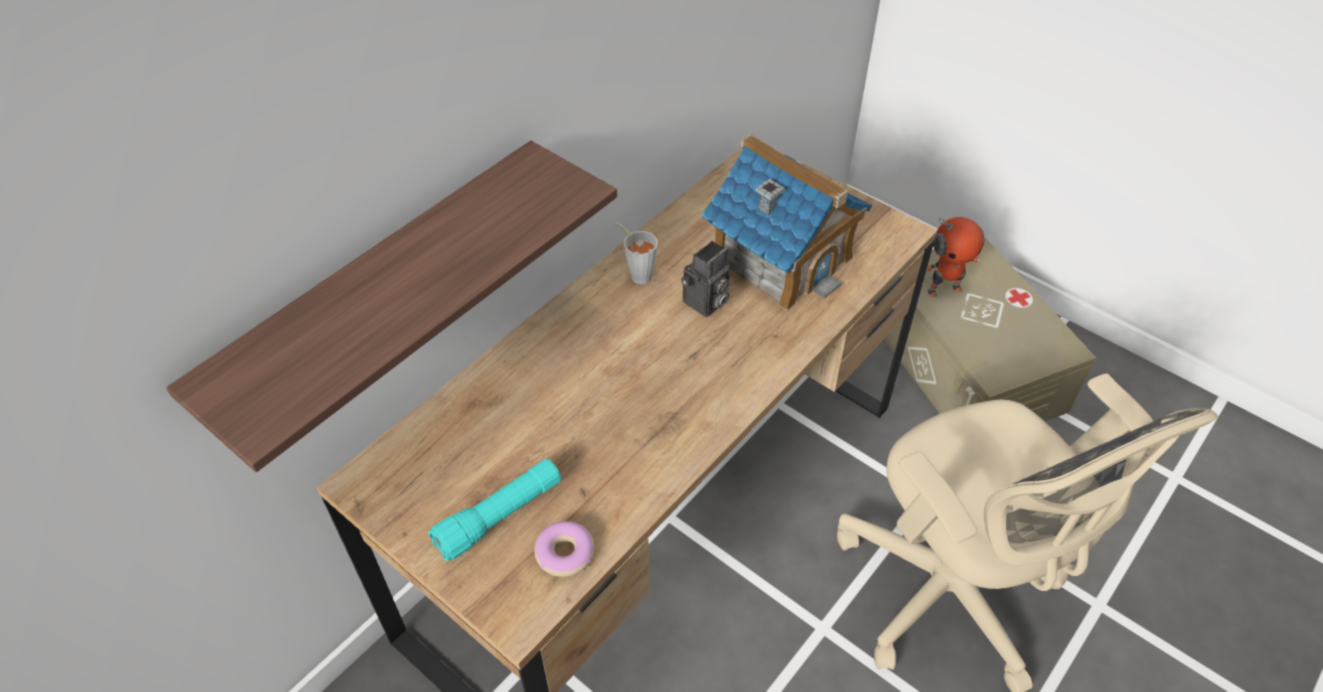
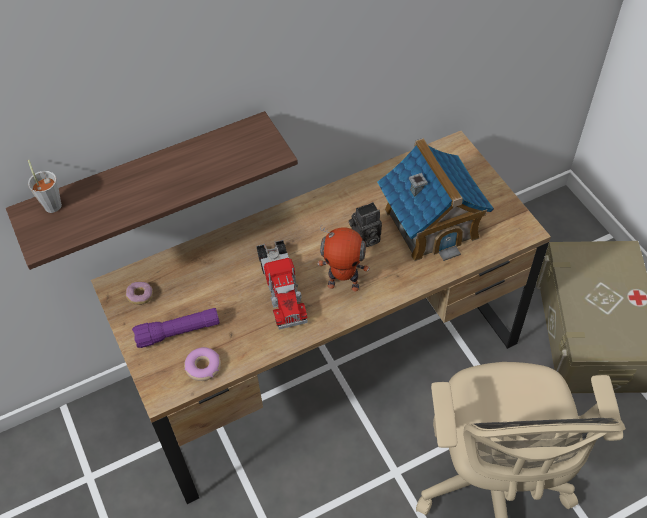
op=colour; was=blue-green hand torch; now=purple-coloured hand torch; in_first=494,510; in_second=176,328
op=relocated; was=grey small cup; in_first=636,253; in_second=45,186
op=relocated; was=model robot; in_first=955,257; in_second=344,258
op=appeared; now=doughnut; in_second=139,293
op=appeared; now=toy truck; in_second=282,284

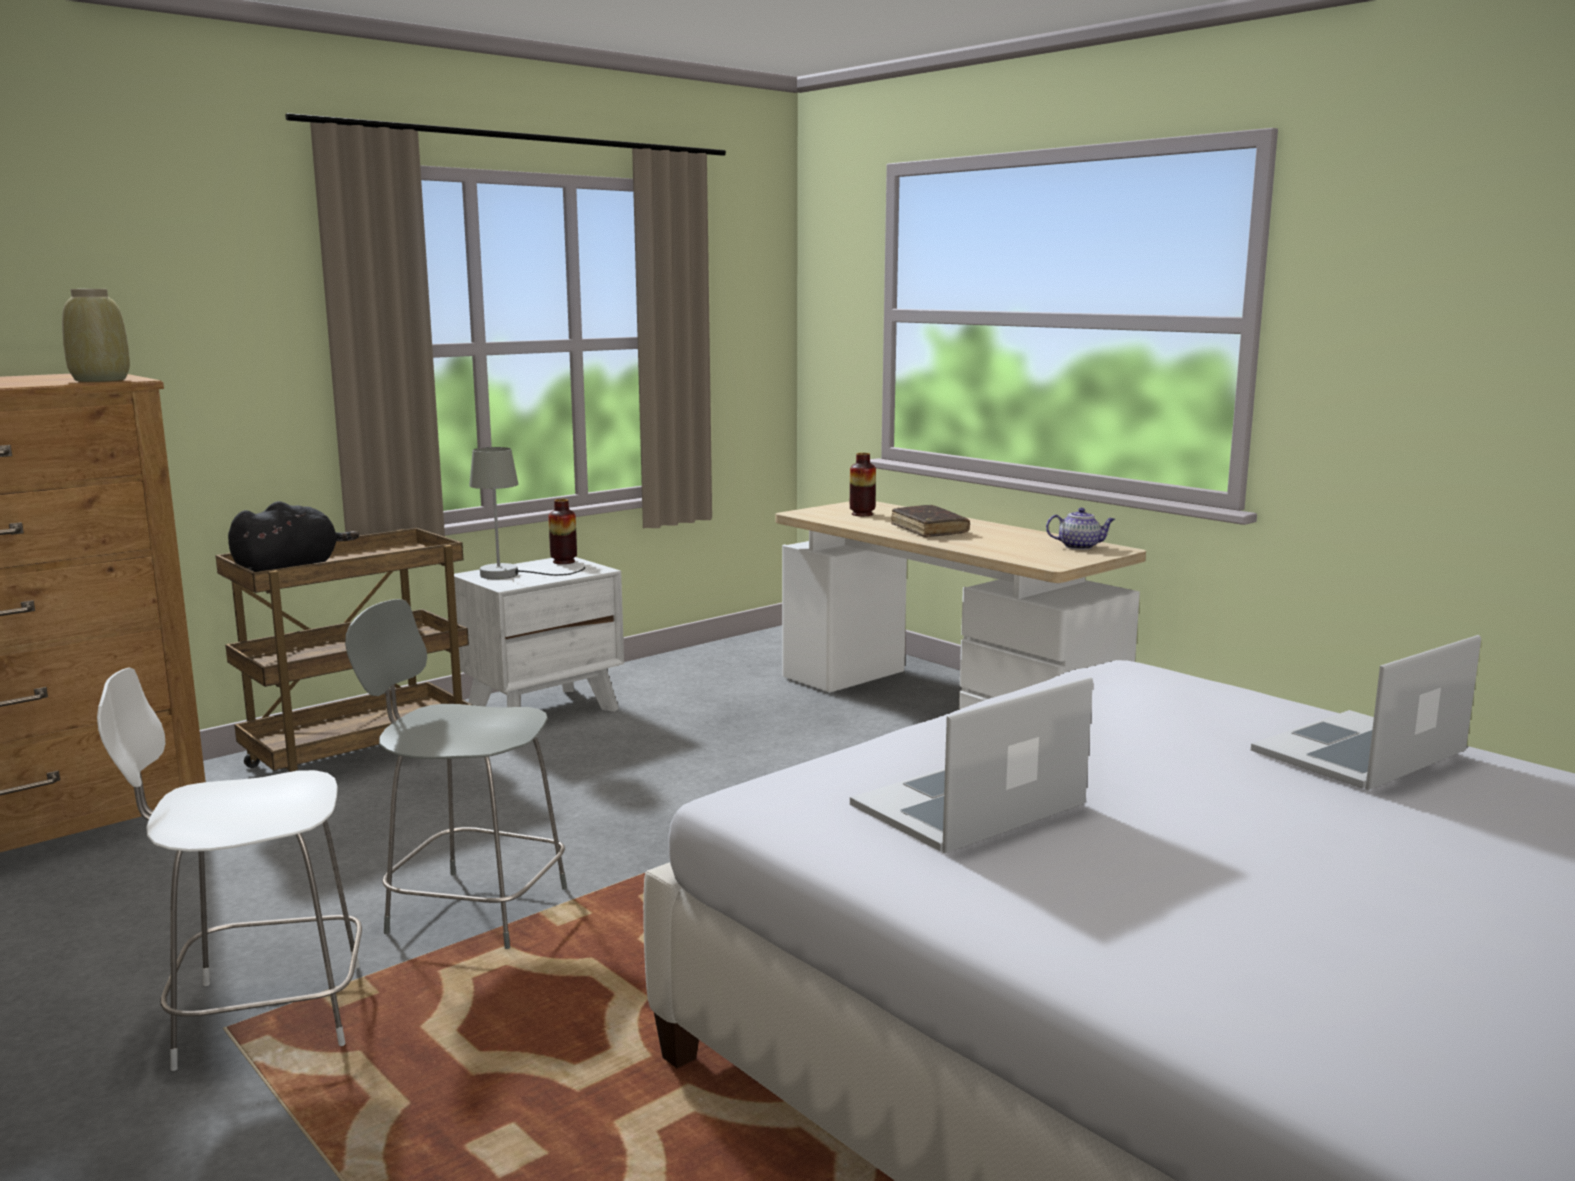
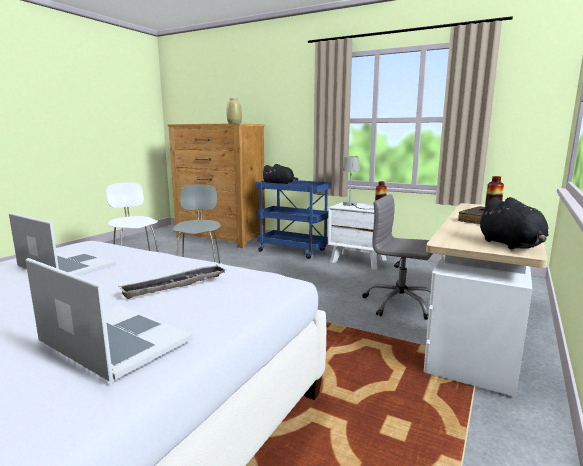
op=colour; was=brownish trolley; now=blue trolley; in_first=344,650; in_second=293,219
op=exchanged; was=tea pot; now=black plush toy; in_first=1080,529; in_second=513,223
op=appeared; now=carrying tray; in_second=172,282
op=appeared; now=grey office chair; in_second=397,257

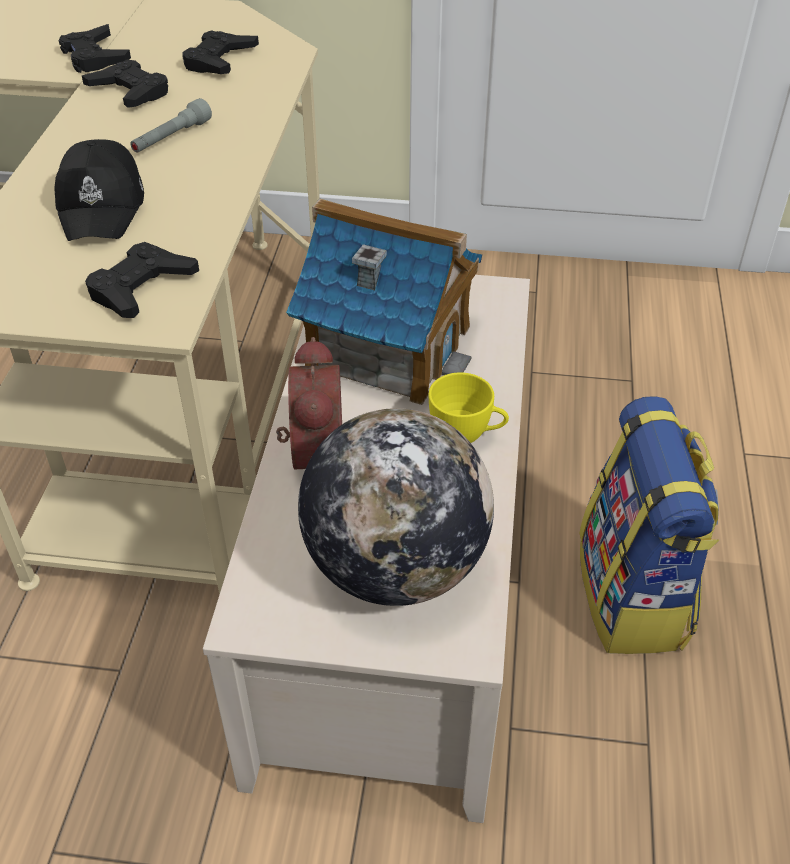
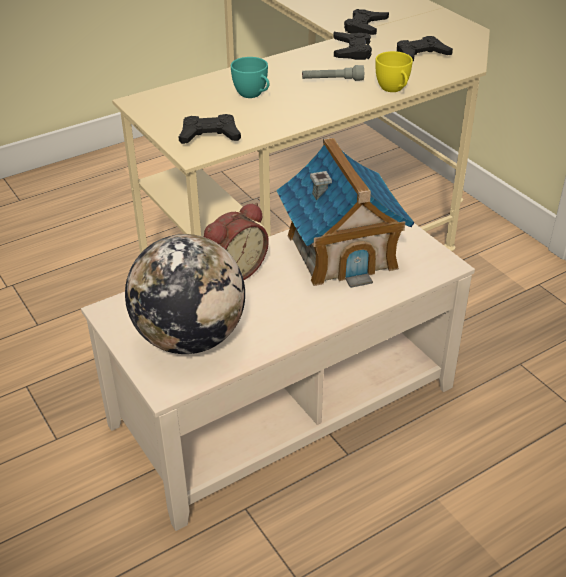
op=exchanged; was=black peaked cap; now=blue-green small cup; in_first=99,190; in_second=250,77
op=relocated; was=yellowish small cup; in_first=469,407; in_second=394,71
op=missing; was=knapsack; in_first=649,525

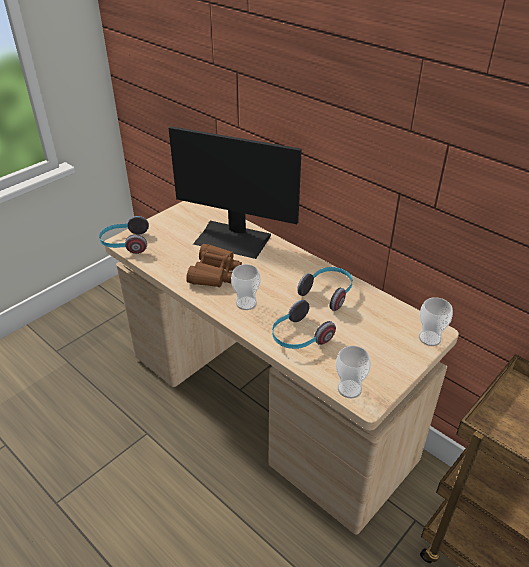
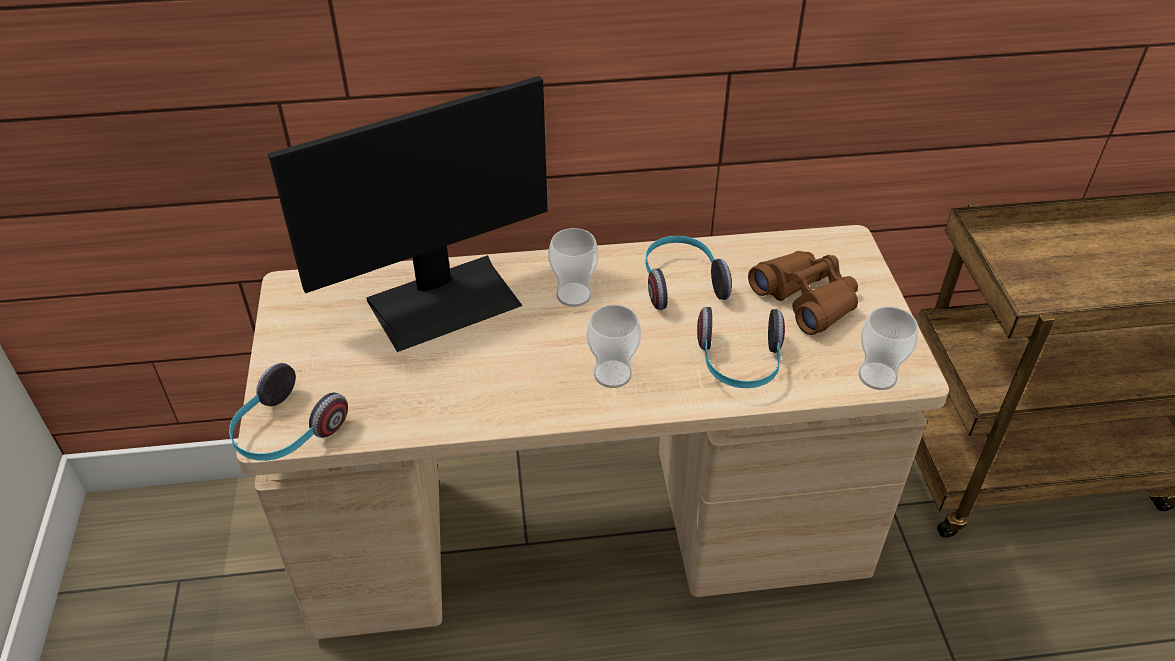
op=relocated; was=brownish pair of binoculars; in_first=214,265; in_second=803,293
op=relocated; was=small cup; in_first=436,321; in_second=573,267

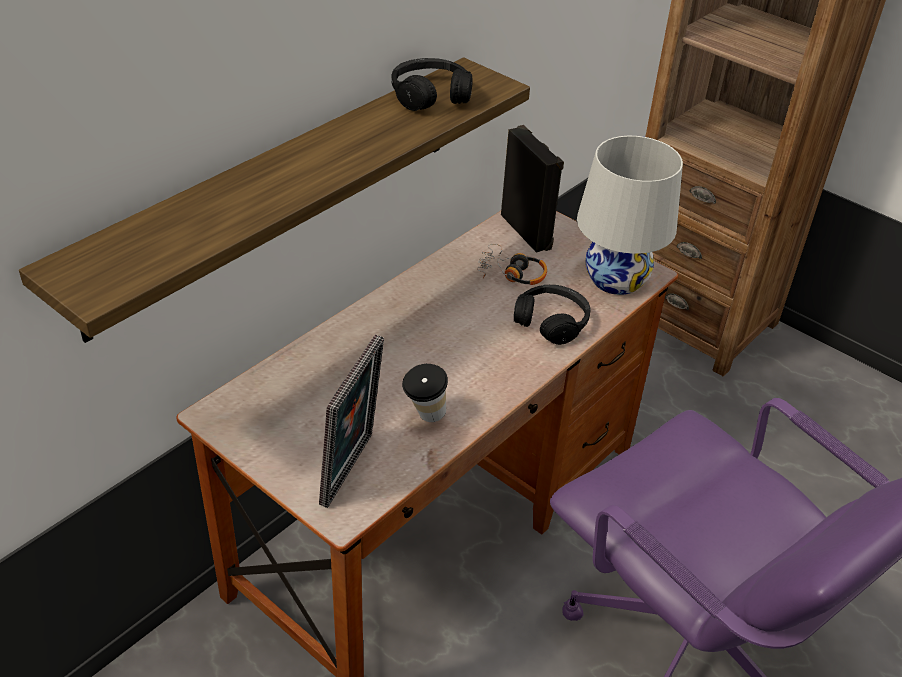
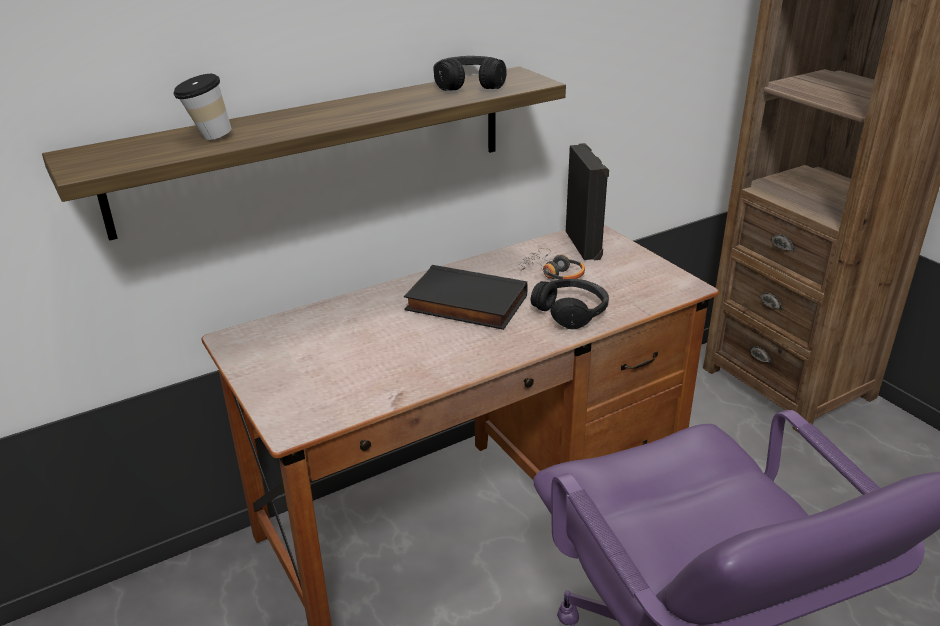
op=missing; was=photo frame; in_first=351,421
op=relocated; was=small cup; in_first=425,393; in_second=202,107
op=missing; was=white-coloured table lamp; in_first=630,215
op=appeared; now=black volume; in_second=466,297

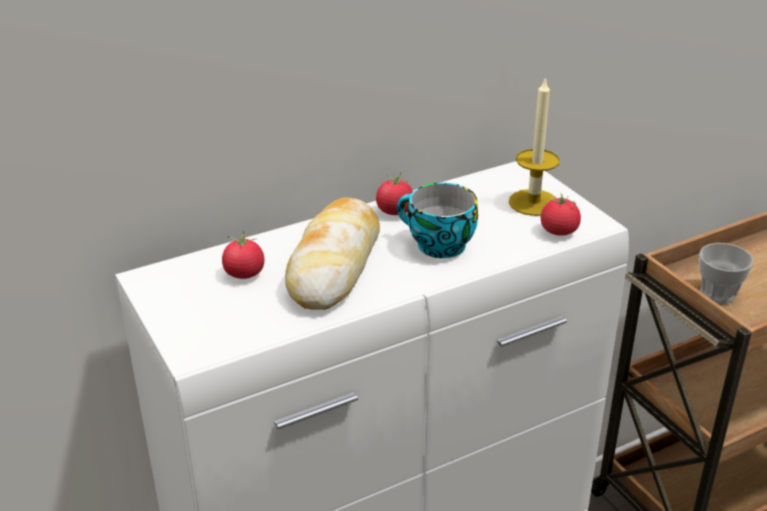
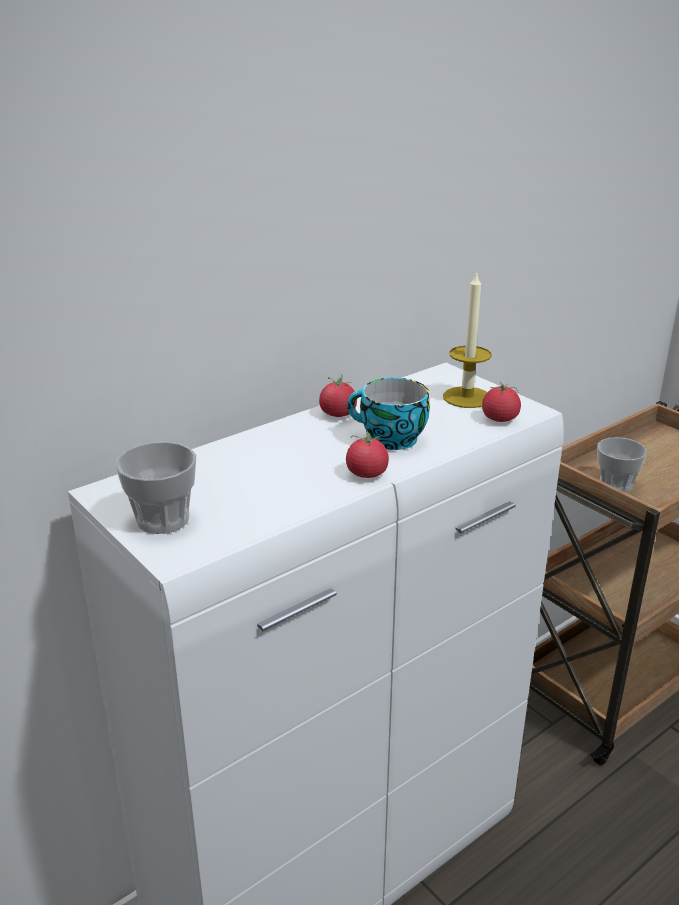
op=relocated; was=fresh tomato; in_first=243,255; in_second=367,454
op=missing; was=baked bread; in_first=332,254
op=appeared; now=small cup; in_second=155,488

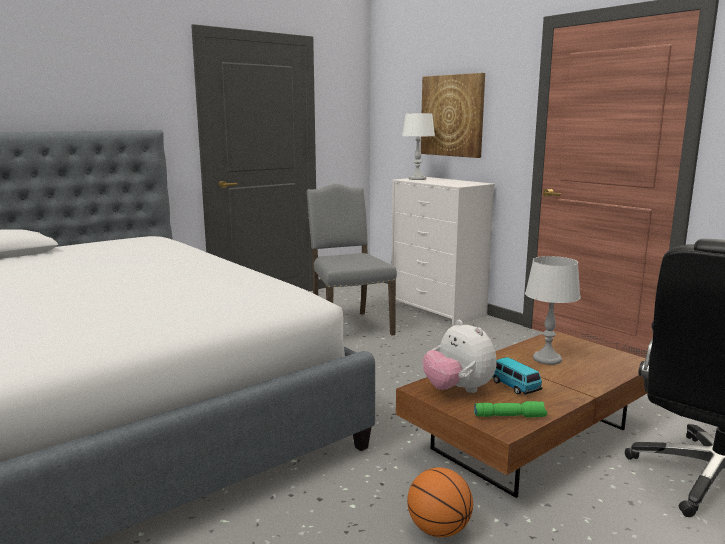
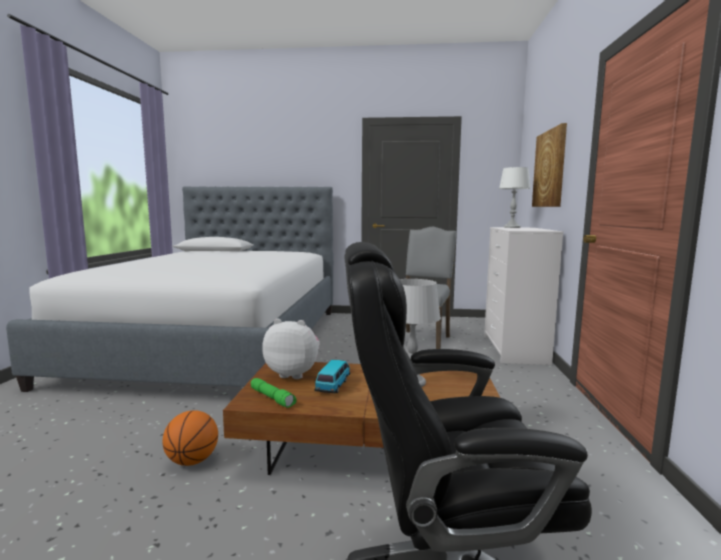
op=spun; was=plush toy; in_first=459,356; in_second=291,348; clockwise=90

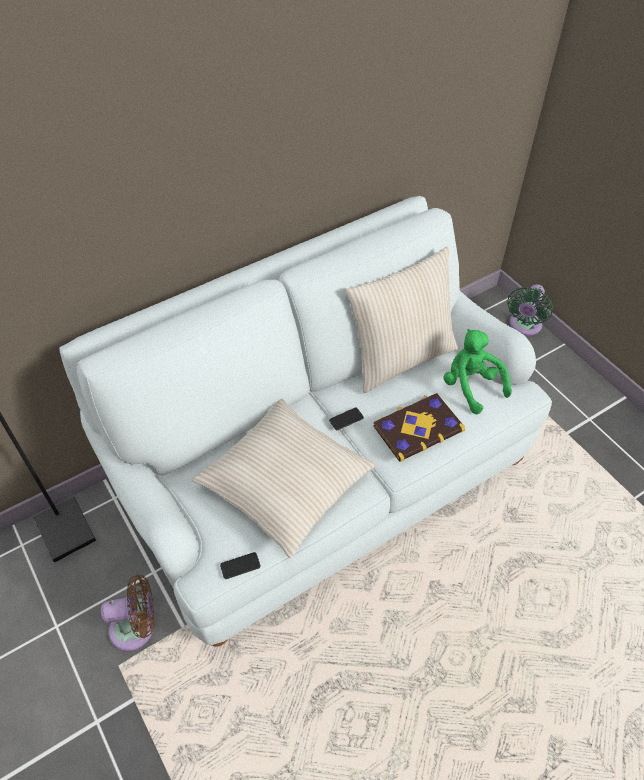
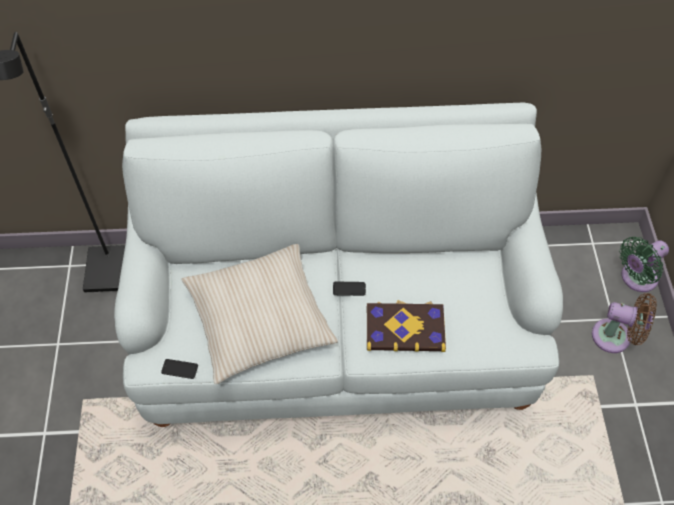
op=relocated; was=brownish cooling fan; in_first=127,613; in_second=624,323
op=missing; was=beige-coloured throw pillow; in_first=402,319
op=missing; was=green plush toy; in_first=477,371

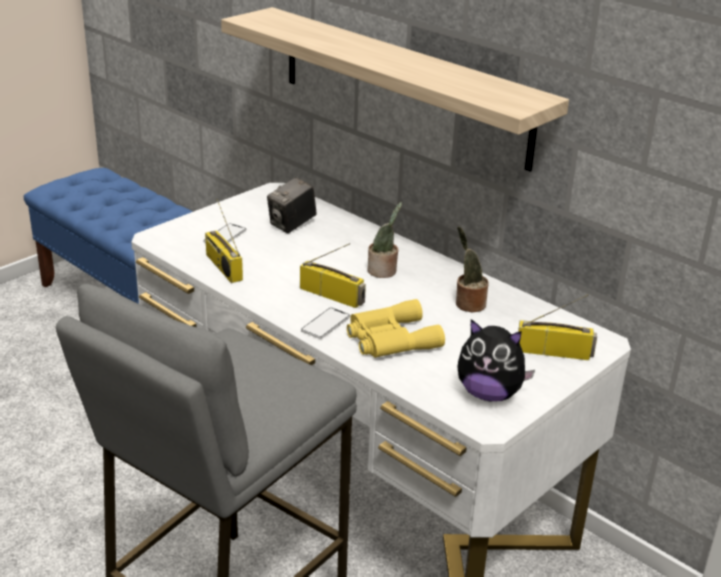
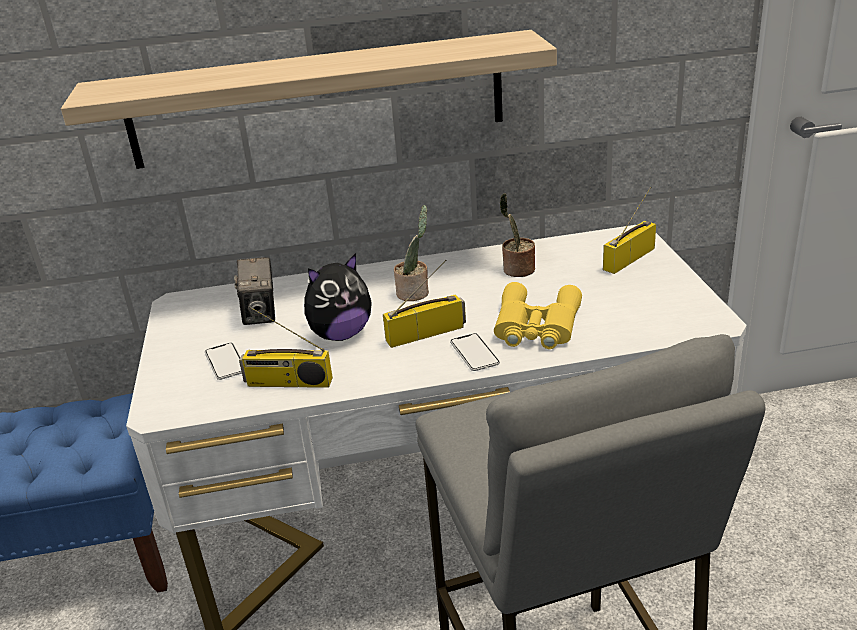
op=relocated; was=plush toy; in_first=496,360; in_second=338,297

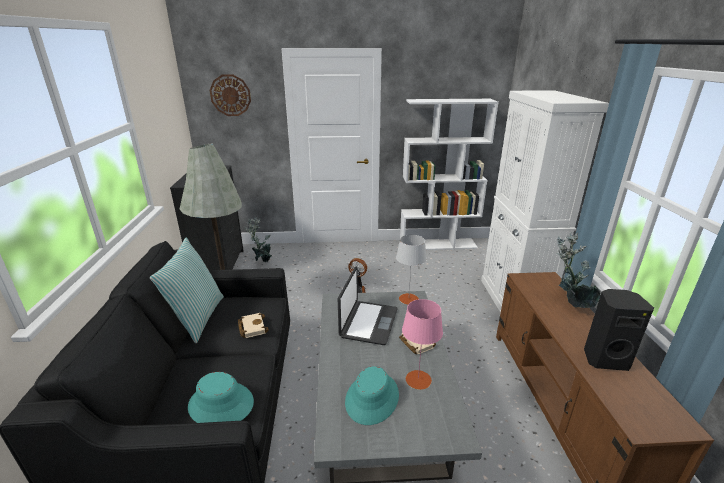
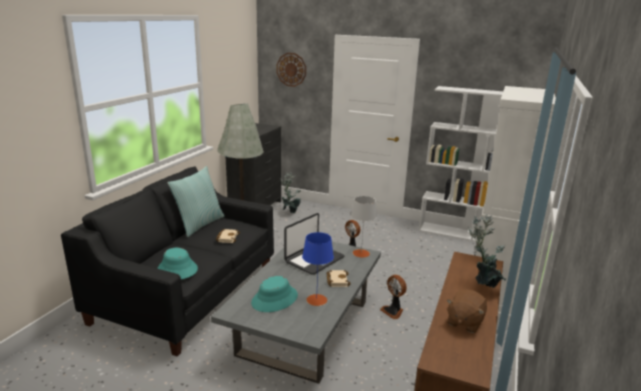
op=colour; was=pink-coloured table lamp; now=blue table lamp; in_first=422,344; in_second=318,269
op=exchanged; was=black audio speaker; now=brownish plush toy; in_first=619,330; in_second=467,311
op=appeared; now=cooling fan; in_second=393,297

